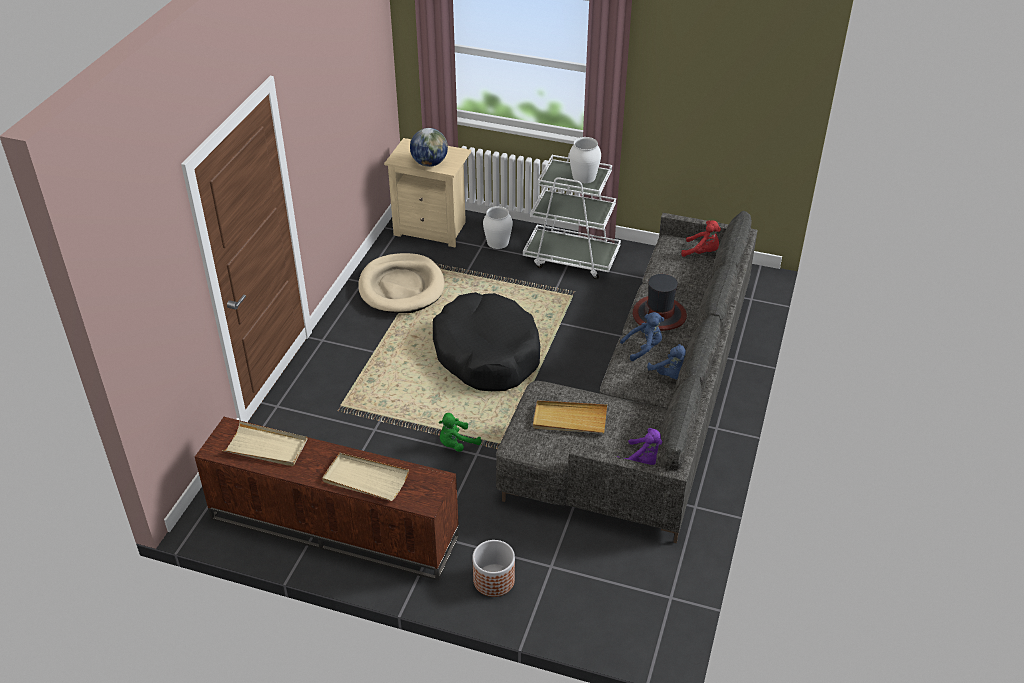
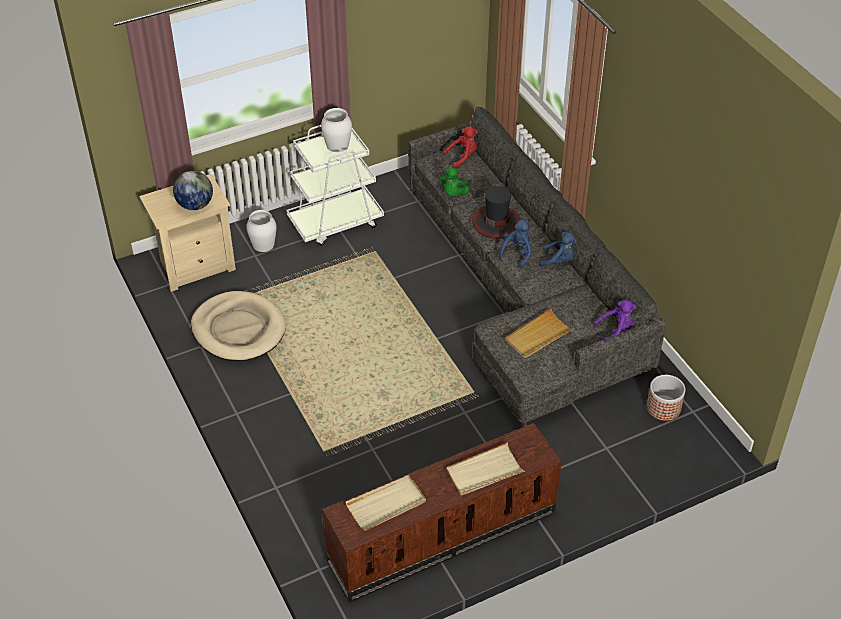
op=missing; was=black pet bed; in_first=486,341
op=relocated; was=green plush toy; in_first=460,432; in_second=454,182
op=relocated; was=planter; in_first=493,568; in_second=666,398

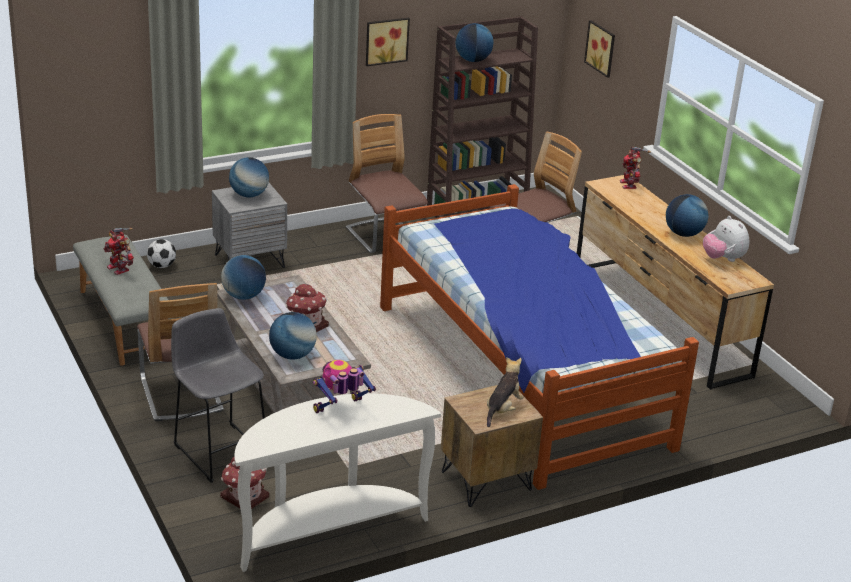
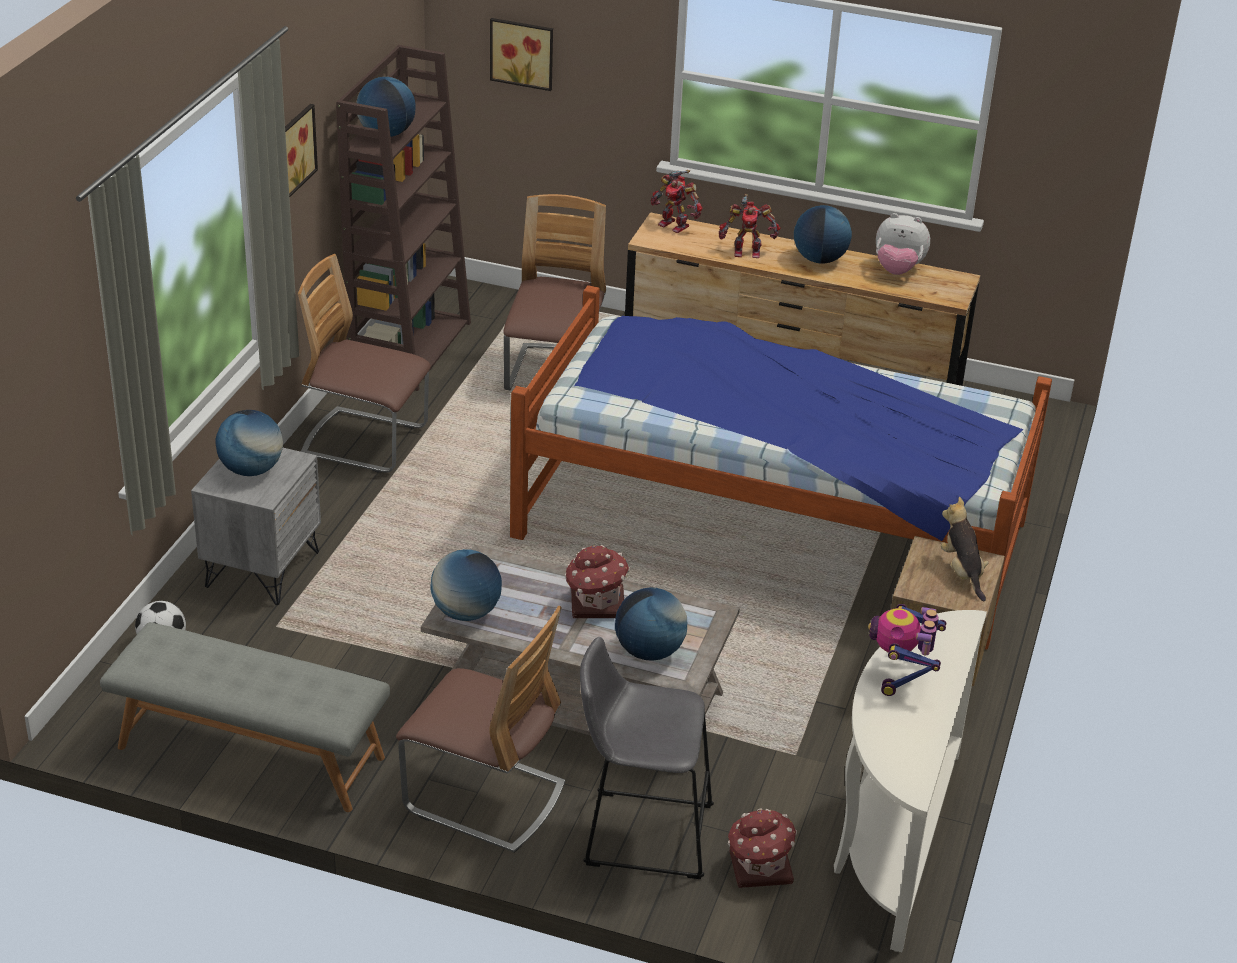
op=relocated; was=model robot; in_first=118,251; in_second=749,226

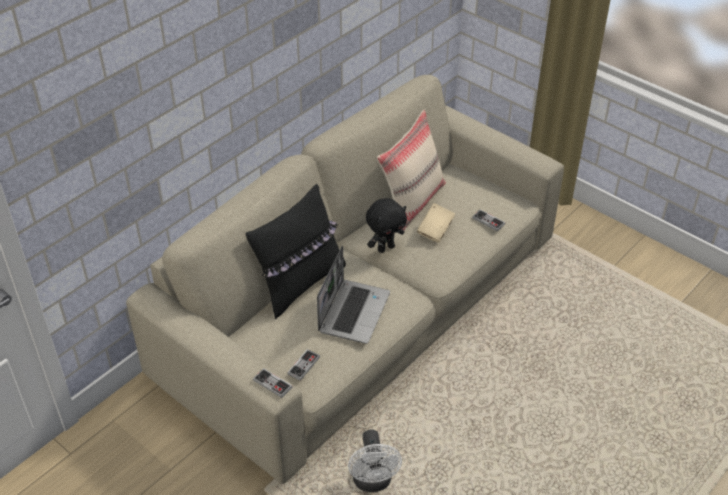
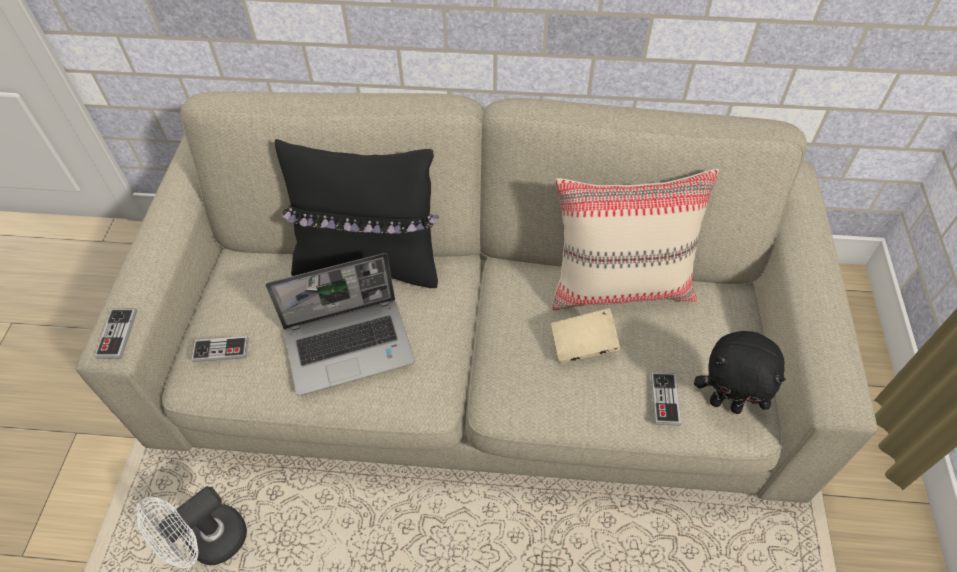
op=relocated; was=black plush toy; in_first=386,225; in_second=739,372

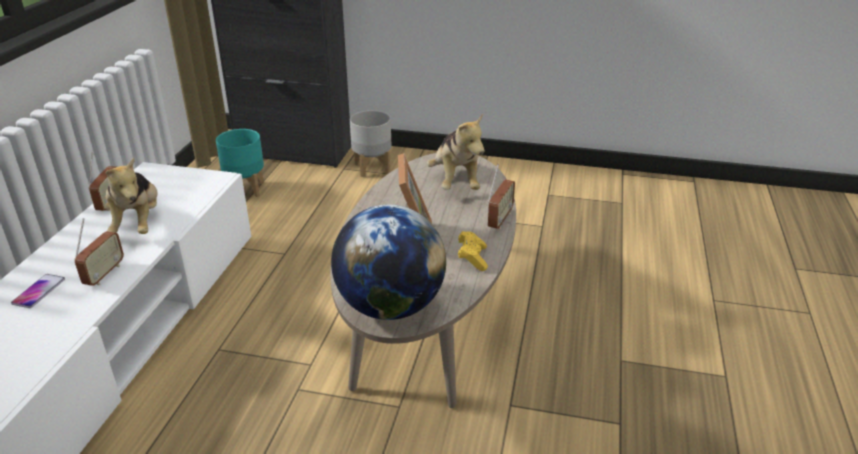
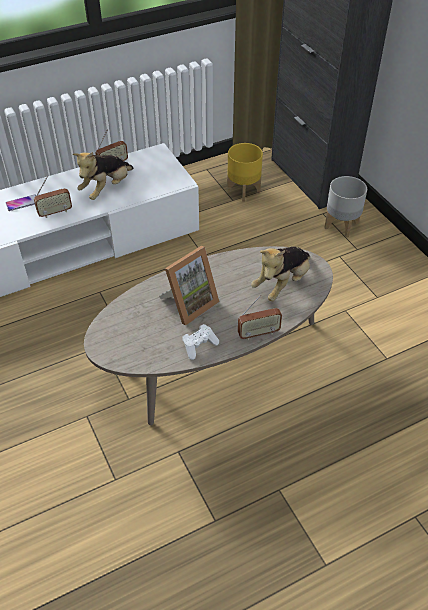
op=colour; was=blue-green planter; now=yellowish planter; in_first=240,163; in_second=245,172
op=missing; was=globe; in_first=388,262
op=colour; was=yellowish joypad; now=white-coloured joypad; in_first=473,251; in_second=200,342

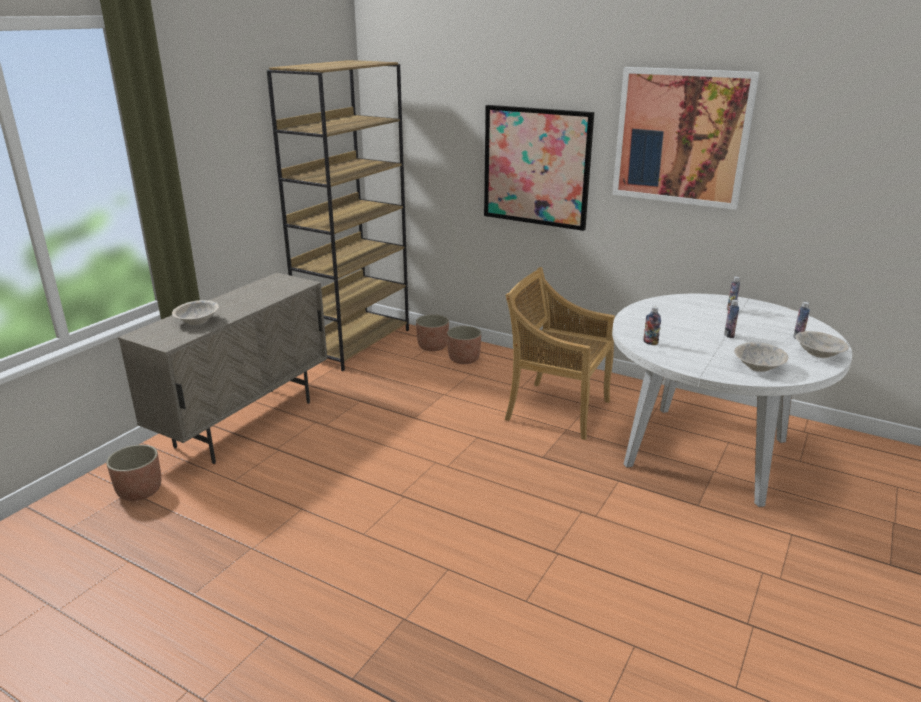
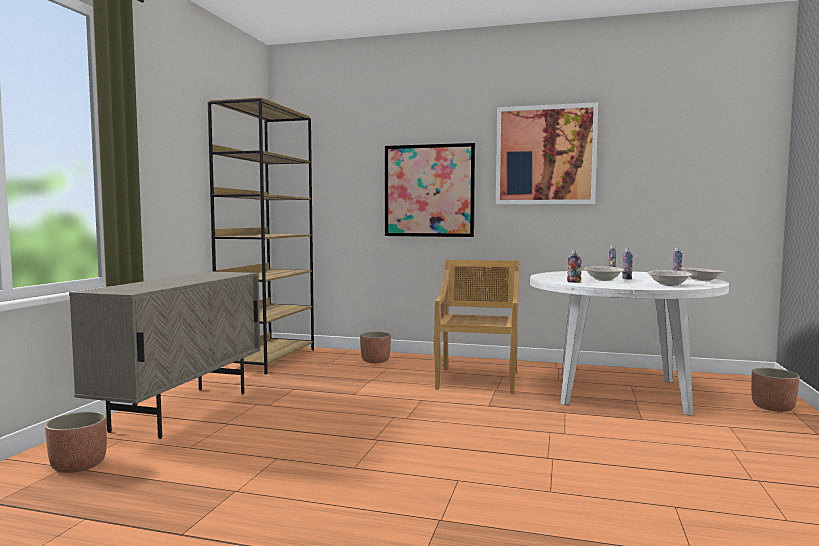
op=relocated; was=beige-coloured serving bowl; in_first=195,312; in_second=604,273
op=relocated; was=planter; in_first=432,332; in_second=775,390
op=spun; was=beige-coloured chair; in_first=560,353; in_second=477,326; clockwise=90

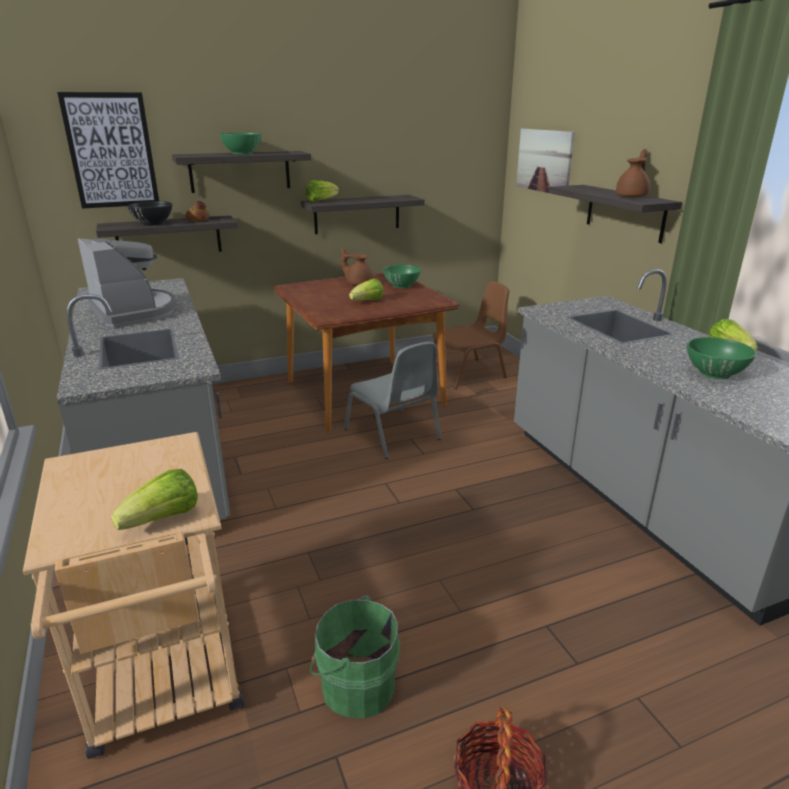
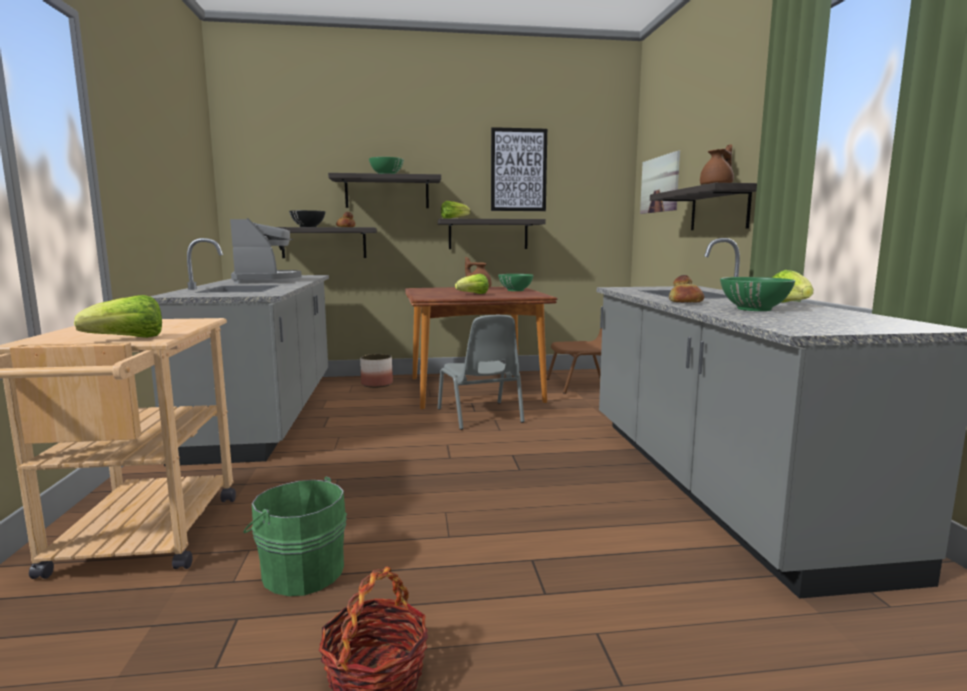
op=relocated; was=wall art; in_first=108,150; in_second=519,169
op=appeared; now=planter; in_second=376,371
op=appeared; now=baked bread; in_second=687,288

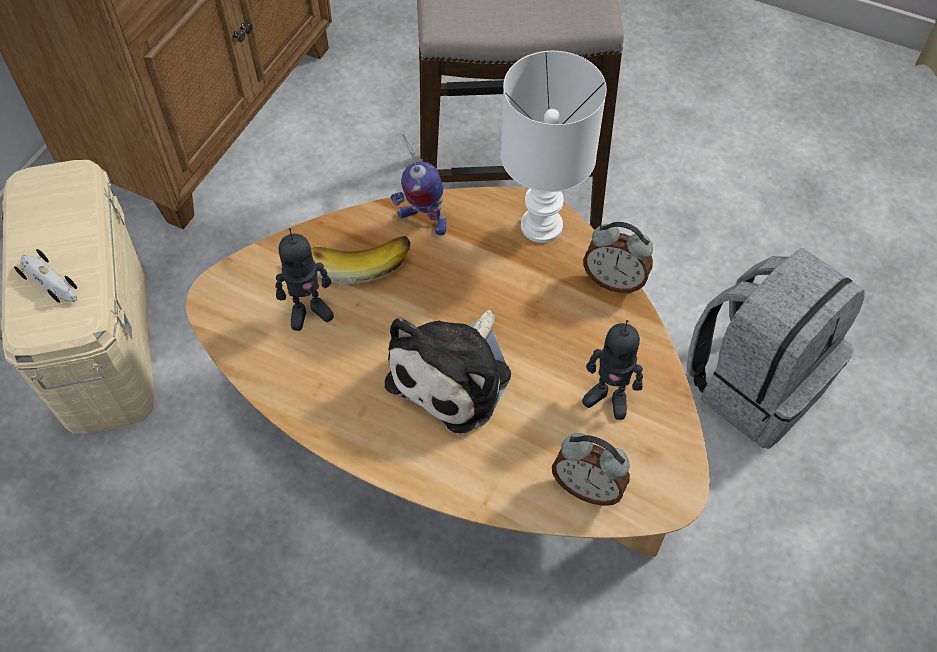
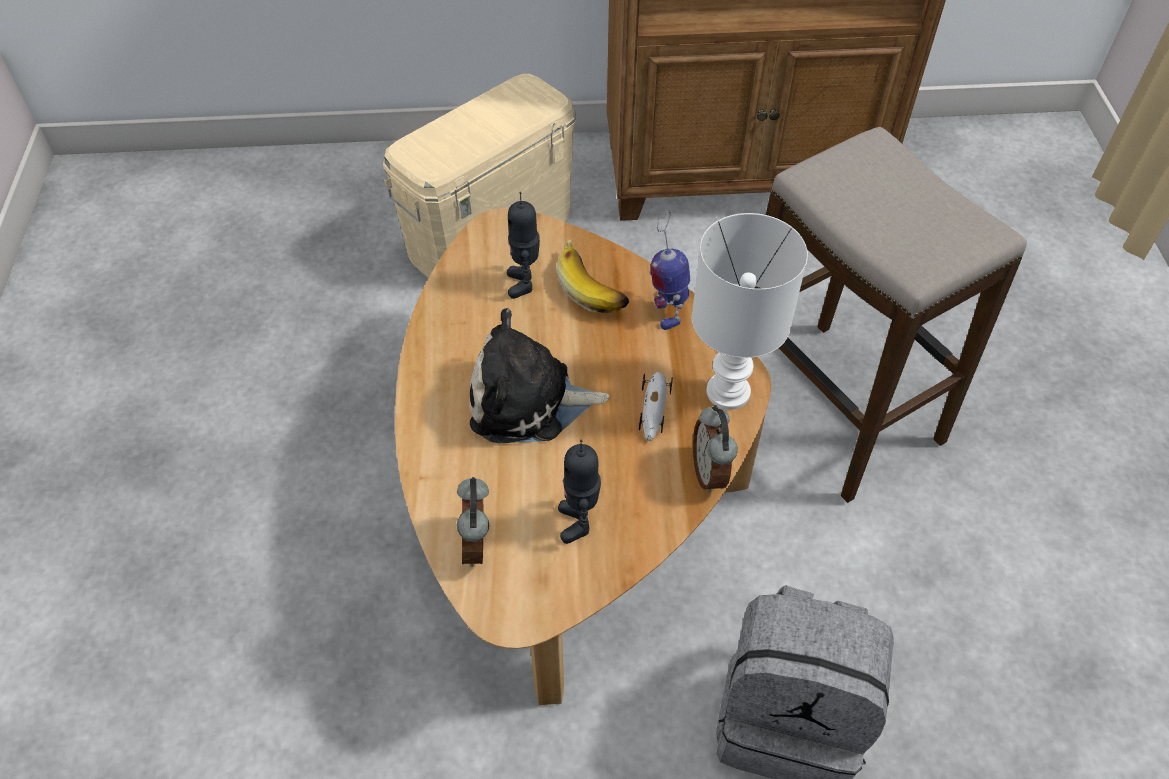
op=relocated; was=model car; in_first=45,276; in_second=656,406
op=spun; was=model robot; in_first=305,279; in_second=523,245; clockwise=45

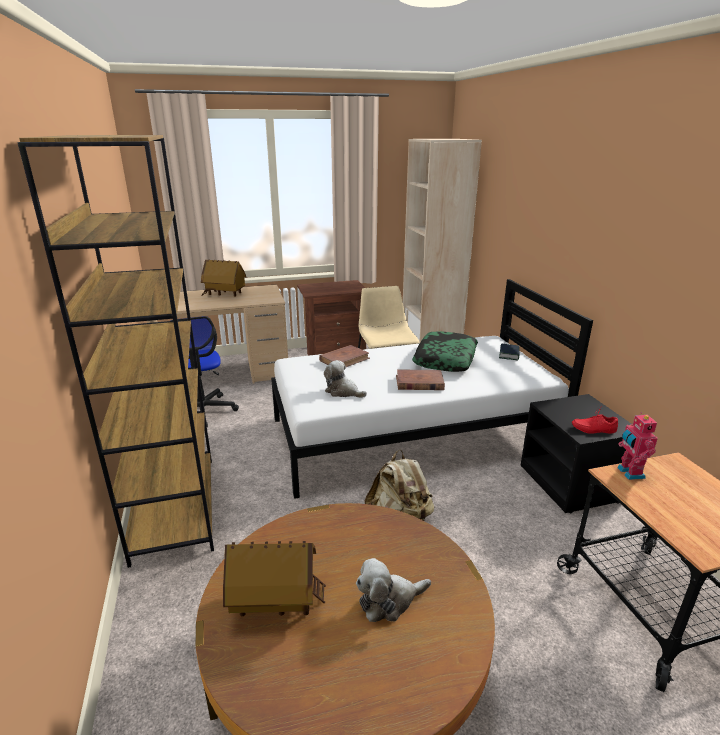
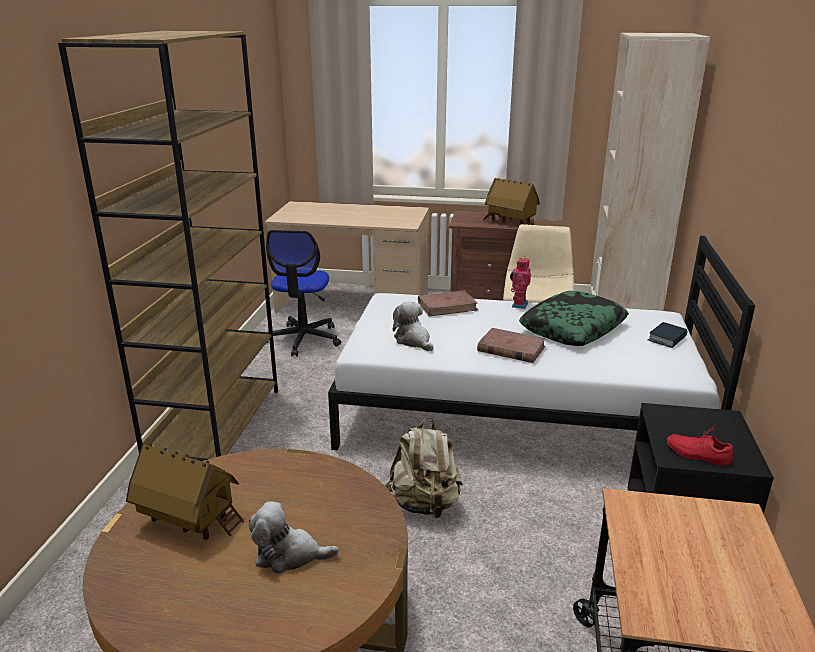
op=relocated; was=miniature house; in_first=223,278; in_second=511,201
op=relocated; was=model robot; in_first=637,446; in_second=520,282

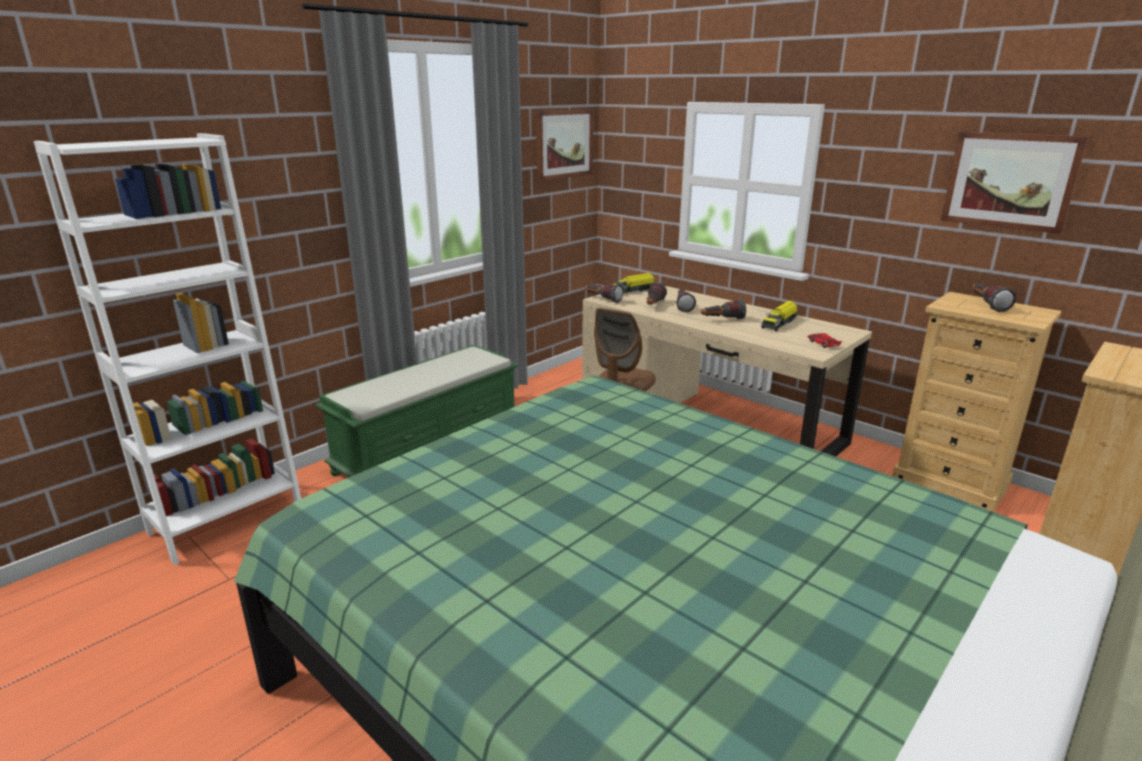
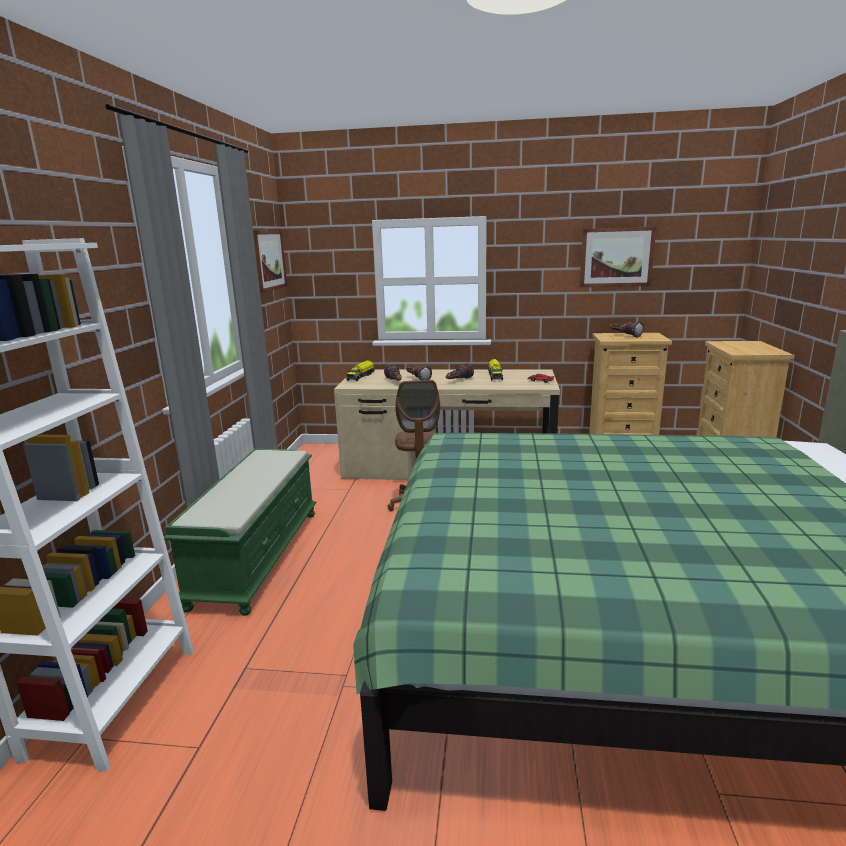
op=missing; was=hand torch; in_first=604,293

